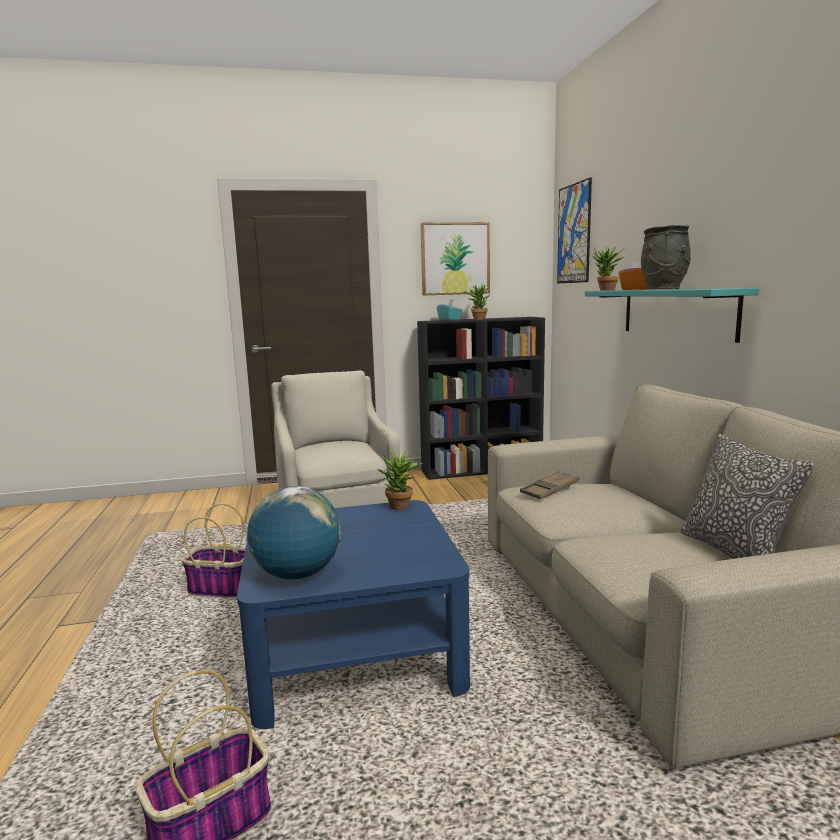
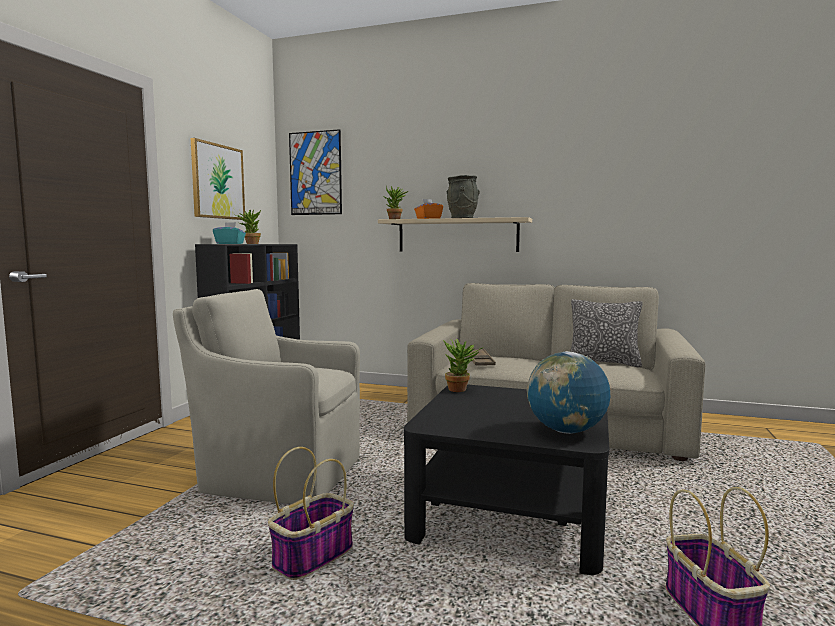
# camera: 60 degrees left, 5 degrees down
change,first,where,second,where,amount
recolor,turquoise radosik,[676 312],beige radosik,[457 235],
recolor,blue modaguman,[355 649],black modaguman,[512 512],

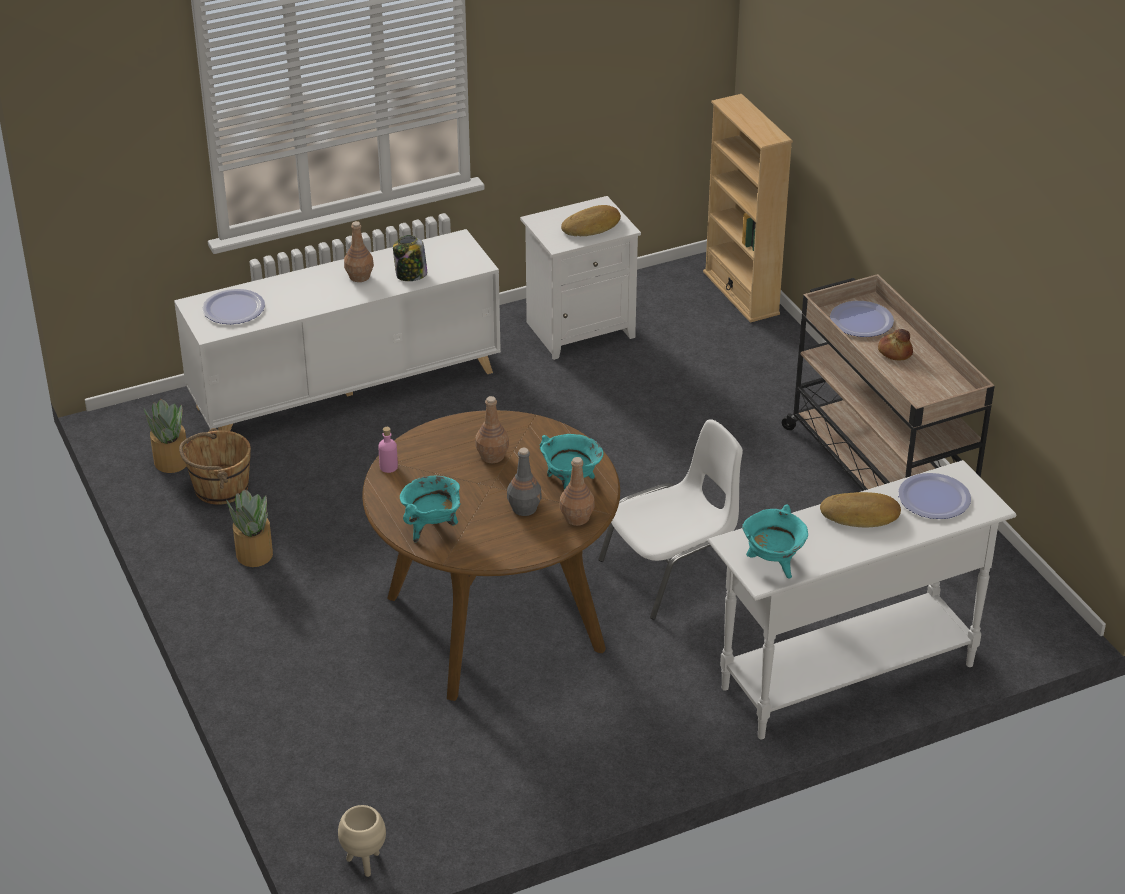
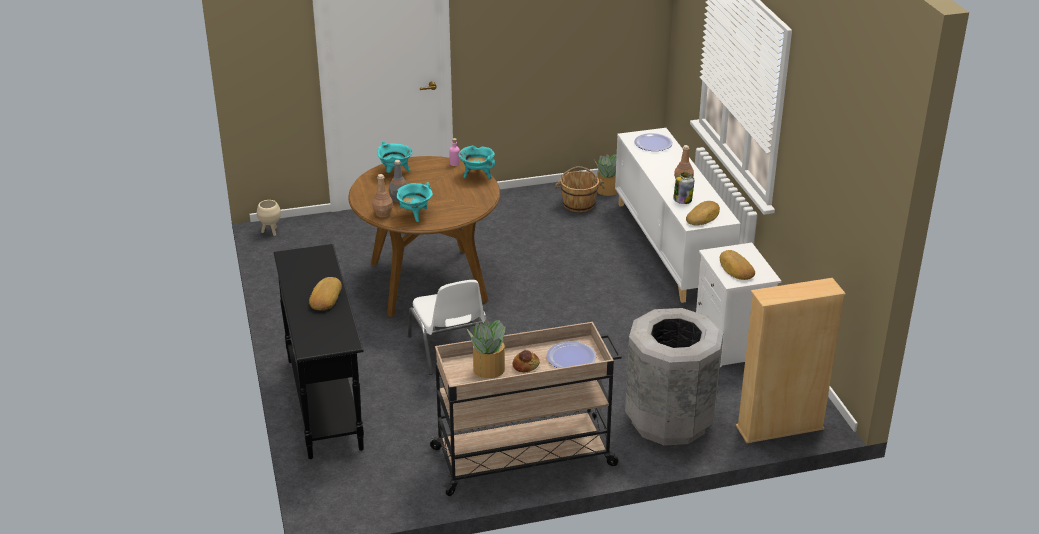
# camera: 100 degrees right, 5 degrees down
change,first,where,second,where,amount
delete,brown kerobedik,[492 456],,,
recolor,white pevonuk,[846 676],black pevonuk,[325 403],
delete,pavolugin,[934 498],,,
move,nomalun,[254 554],,[488 369],
move,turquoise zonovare,[773 564],,[477 175],
insert,,,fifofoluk,[703 217],
insert,,,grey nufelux,[669 421],

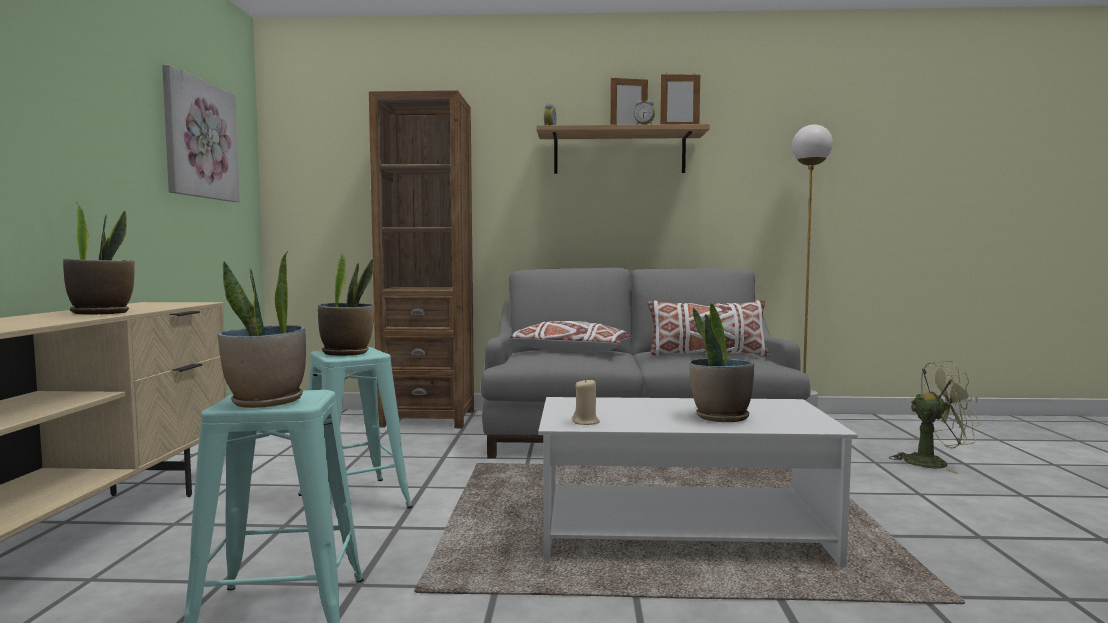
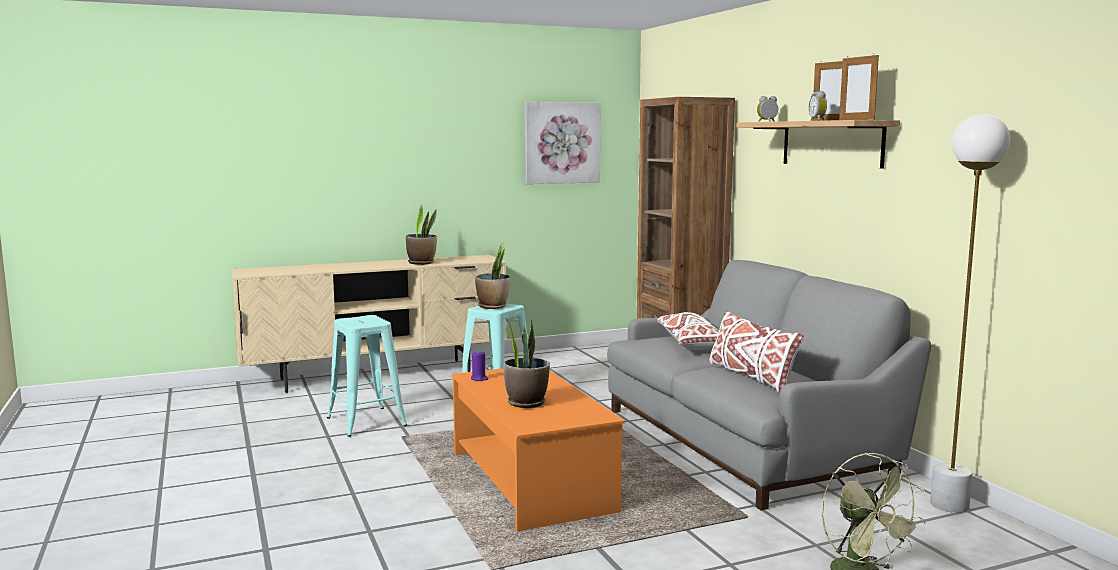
# camera: 65 degrees right, 5 degrees up
change,first,where,second,where,amount
delete,nomalun,[266 402],,,
recolor,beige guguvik,[586 422],purple guguvik,[479 379],
recolor,white modaguman,[683 534],orange modaguman,[531 482],

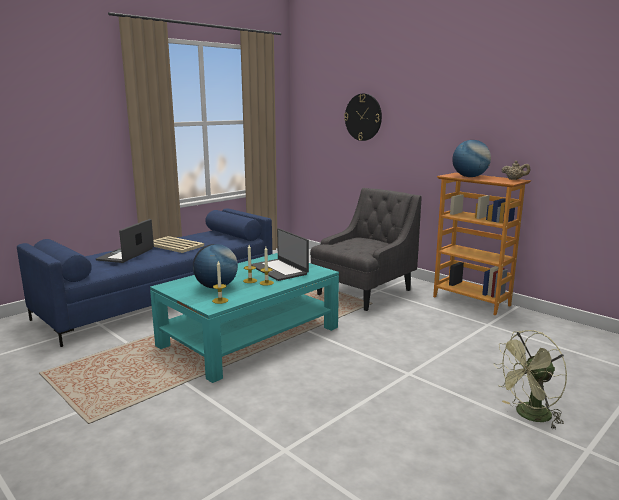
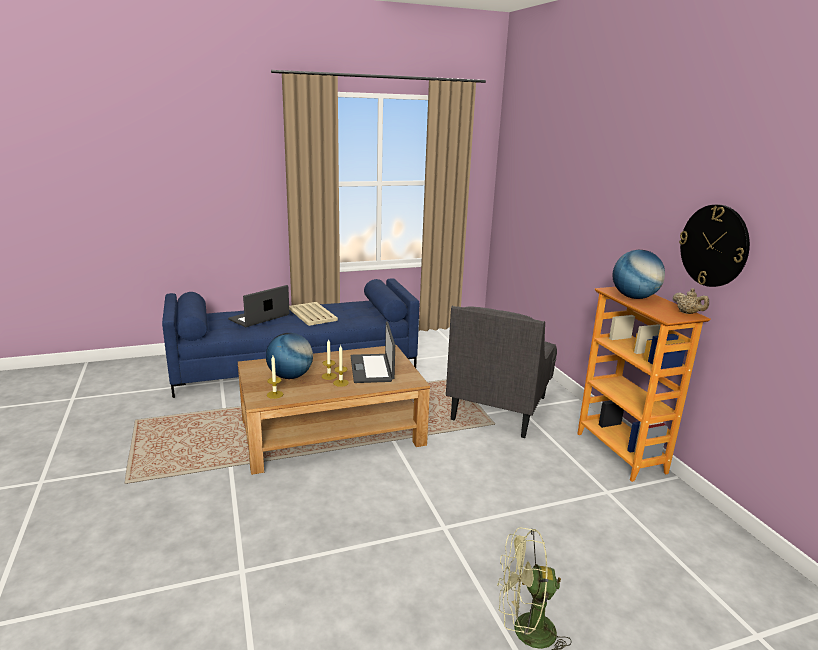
# camera: 25 degrees right, 5 degrees up
change,first,where,second,where,amount
move,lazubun,[363 117],,[714 245],
rotate,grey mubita,[363 293],,[499 407],135 degrees clockwise
recolor,turquoise modaguman,[250 336],brown modaguman,[332 431],

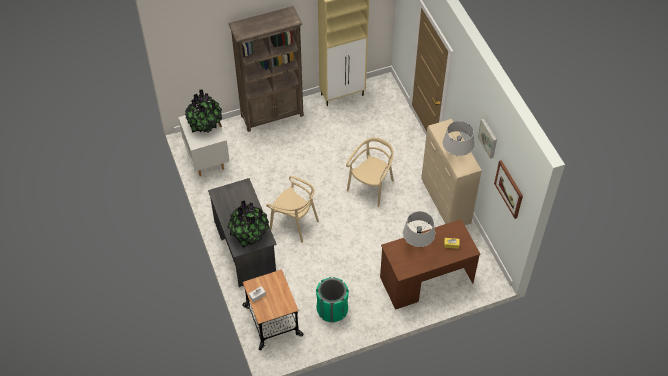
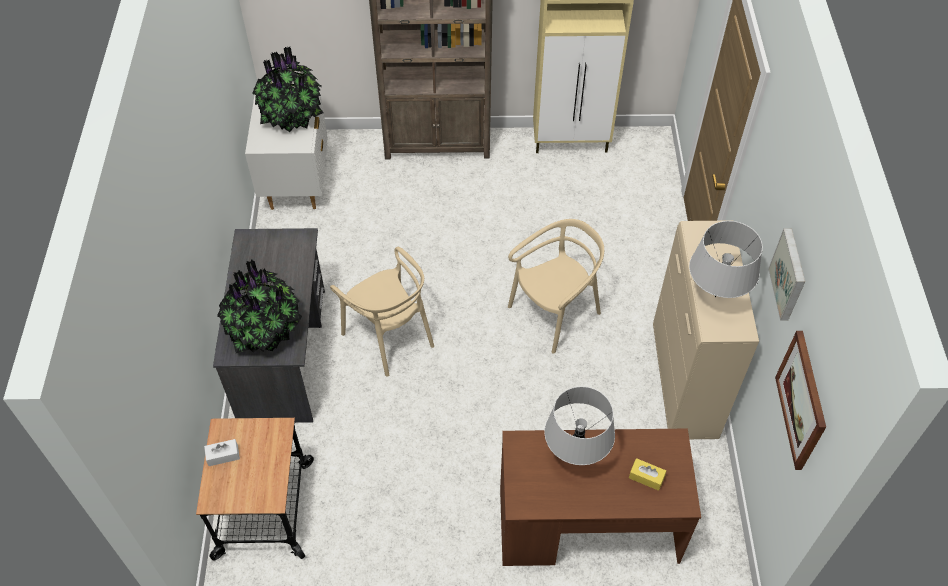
# camera: 20 degrees right, 0 degrees up
change,first,where,second,where,amount
delete,green nufelux,[332 310],,,

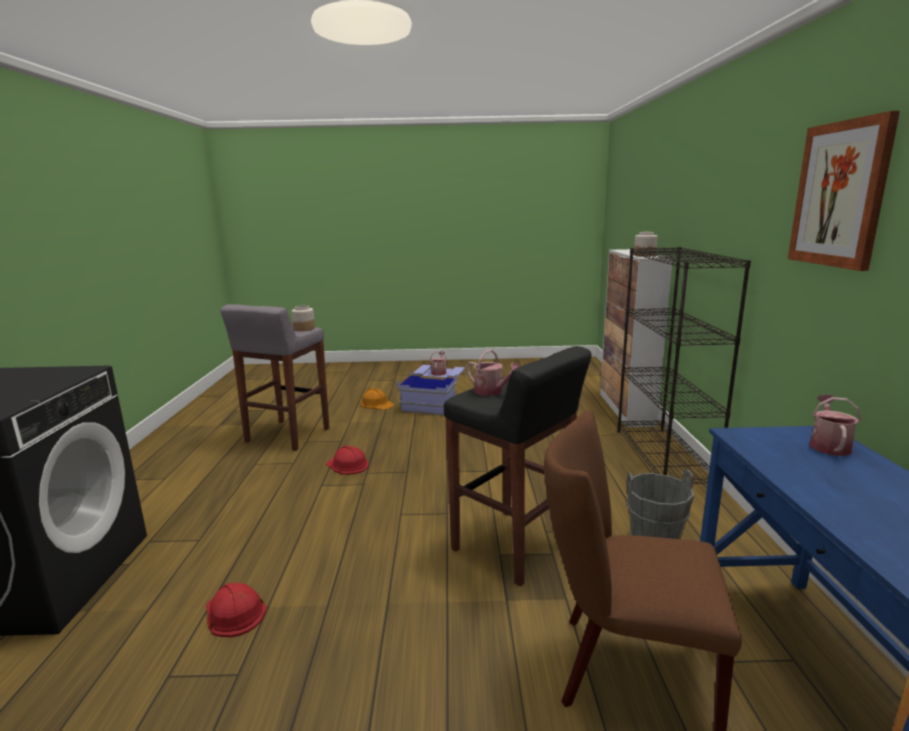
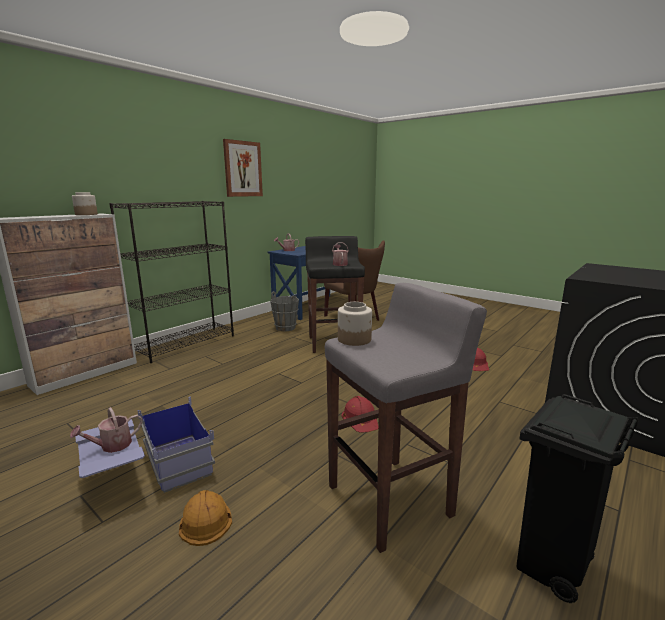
# camera: 140 degrees left, 0 degrees up
change,first,where,second,where,amount
insert,,,black nufelux,[551 568],

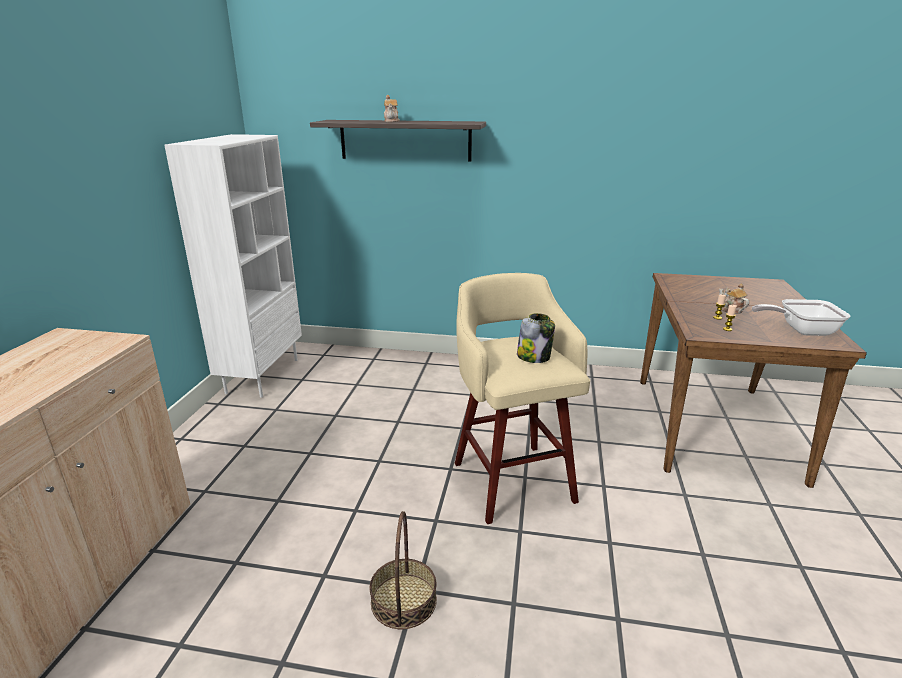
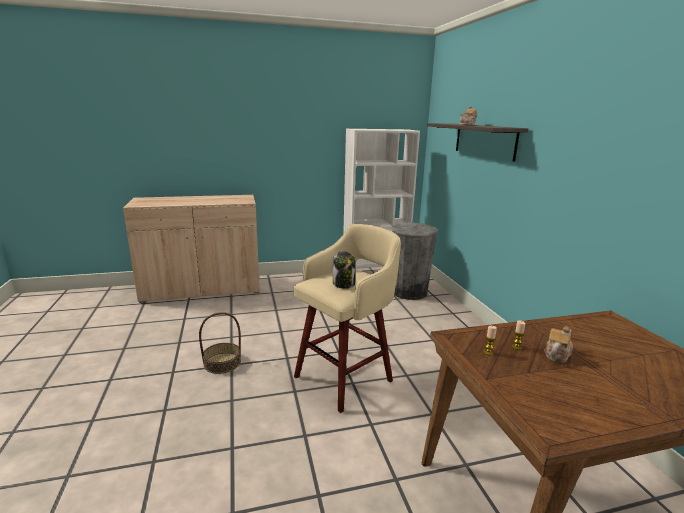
# camera: 65 degrees right, 5 degrees down
change,first,where,second,where,amount
delete,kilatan,[801 330],,,
insert,,,grey nufelux,[409 292],

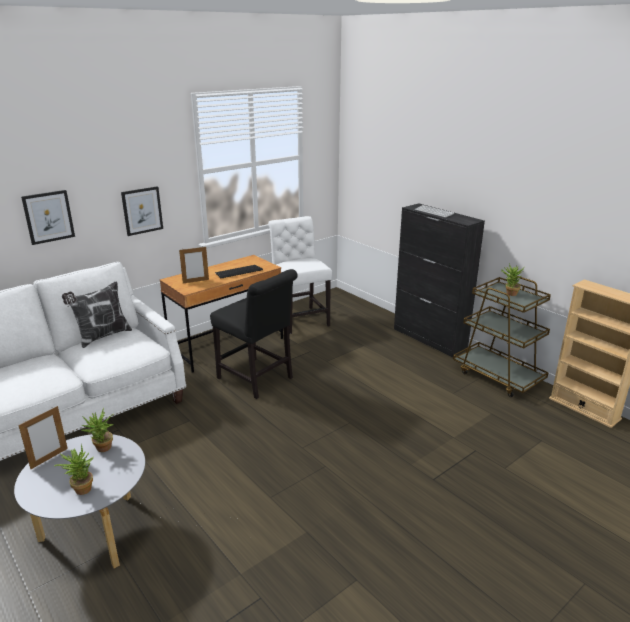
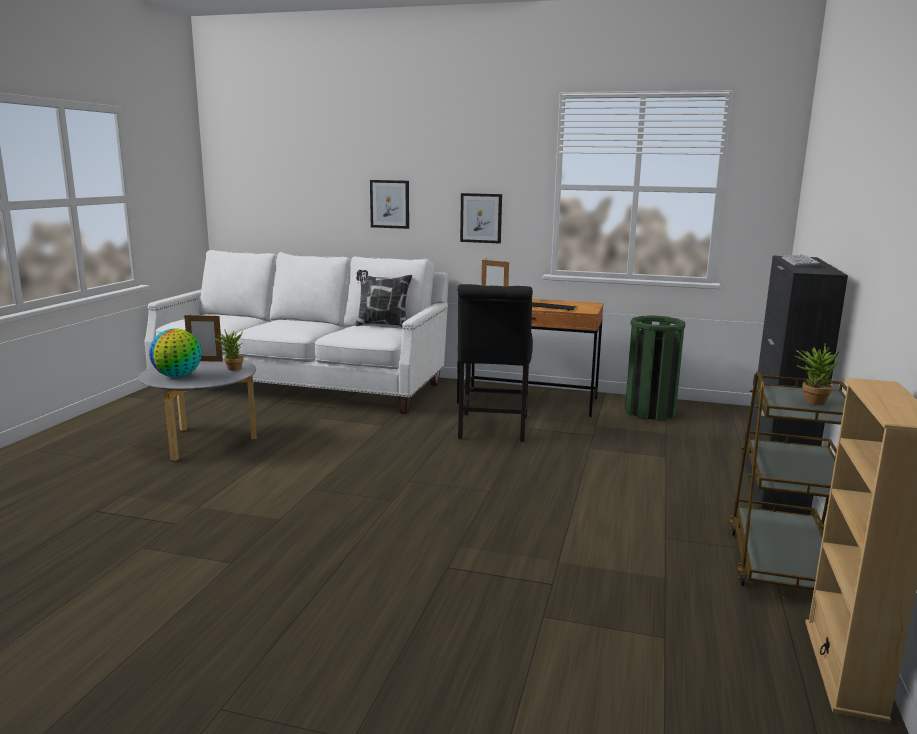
# camera: 55 degrees right, 10 degrees down
change,first,where,second,where,amount
replace,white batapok,[300 318],green nufelux,[650 412],
replace,nomalun,[81 488],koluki,[178 376],

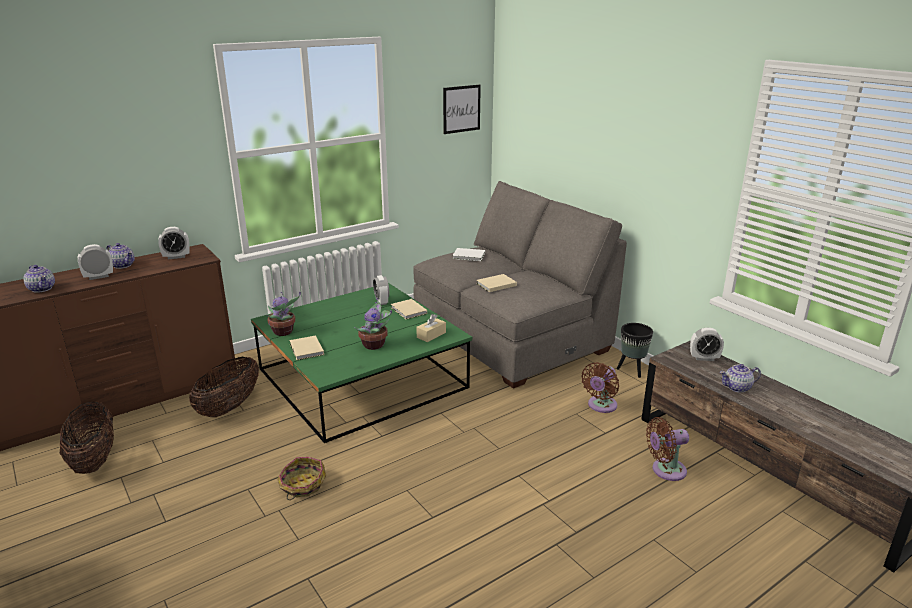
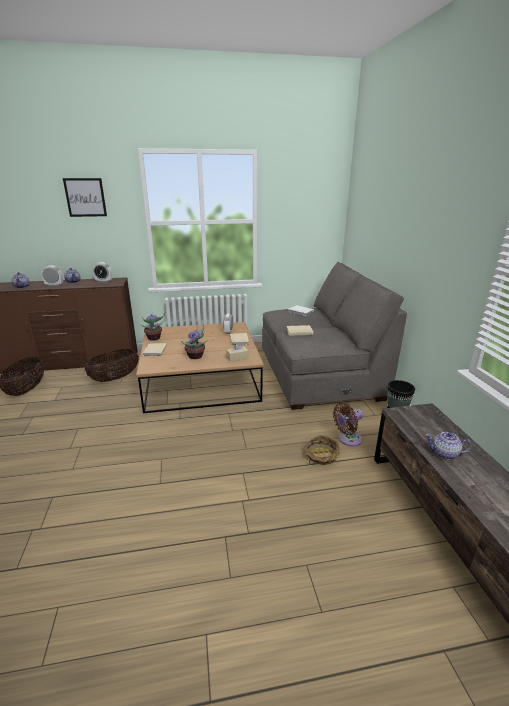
# camera: 25 degrees right, 0 degrees up
change,first,where,second,where,amount
move,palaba,[461 109],,[85 197],
recolor,green modaguman,[362 378],brown modaguman,[201 379],
delete,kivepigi,[704 358],,,
delete,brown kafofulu,[665 470],,,
move,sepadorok,[302 485],,[321 456],

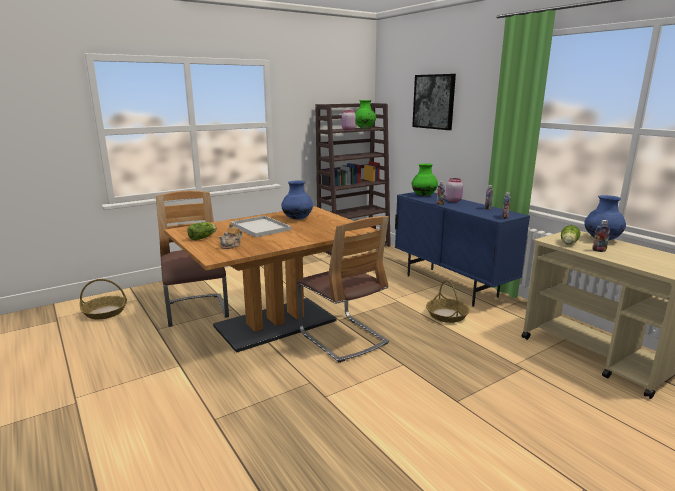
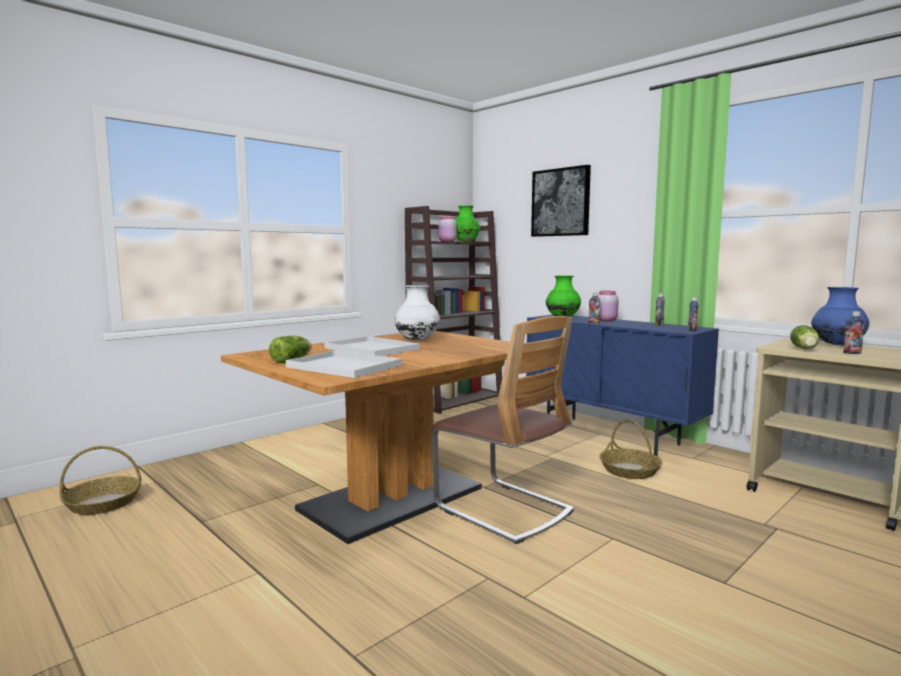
# camera: 10 degrees left, 10 degrees down
change,first,where,second,where,amount
recolor,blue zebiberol,[297 219],white zebiberol,[417 340],
delete,batapok,[196 312],,,
replace,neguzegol,[232 246],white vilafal,[346 366],

